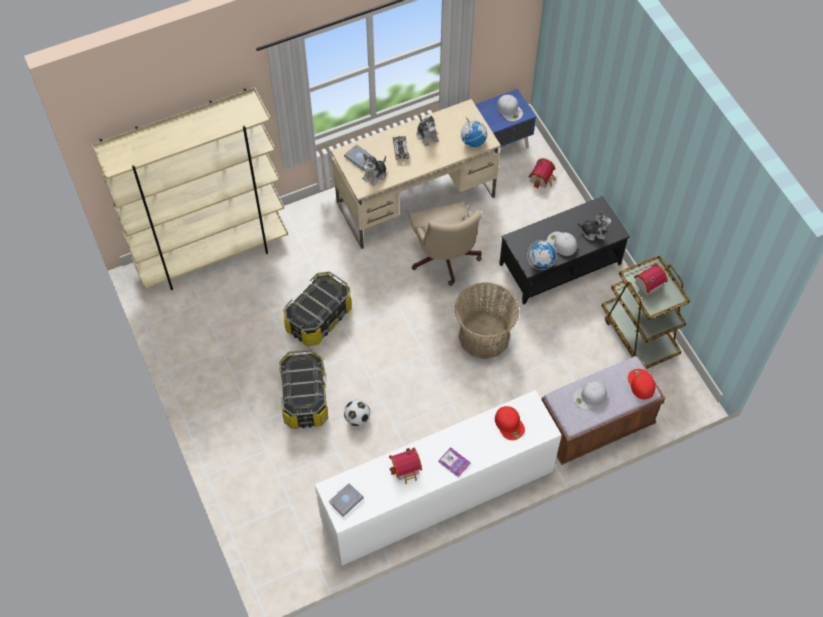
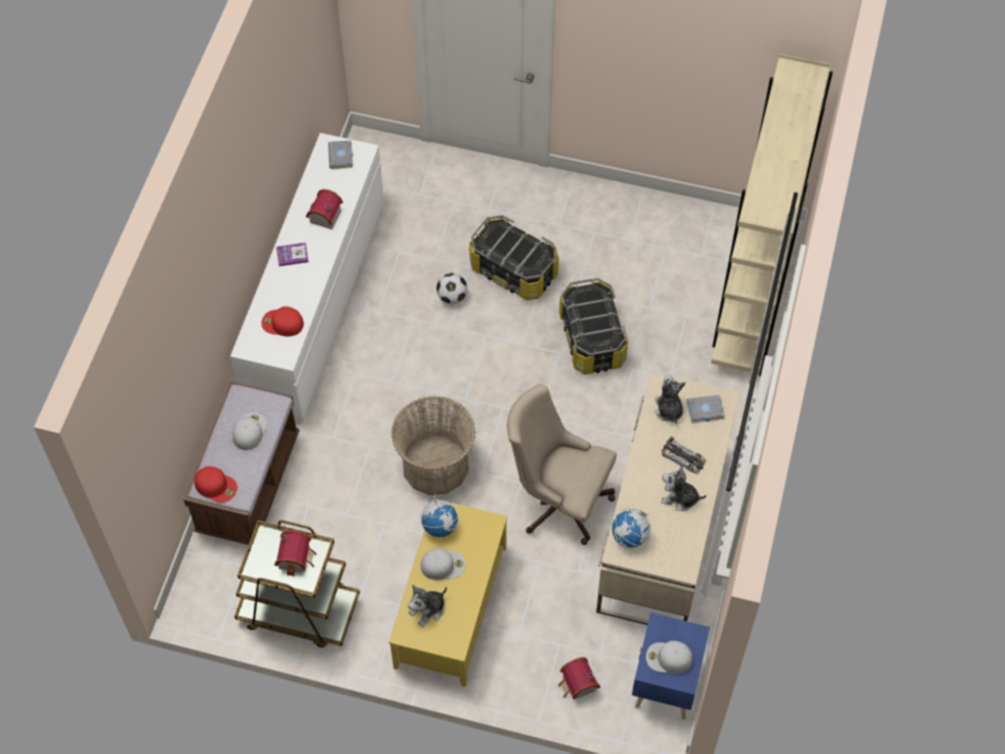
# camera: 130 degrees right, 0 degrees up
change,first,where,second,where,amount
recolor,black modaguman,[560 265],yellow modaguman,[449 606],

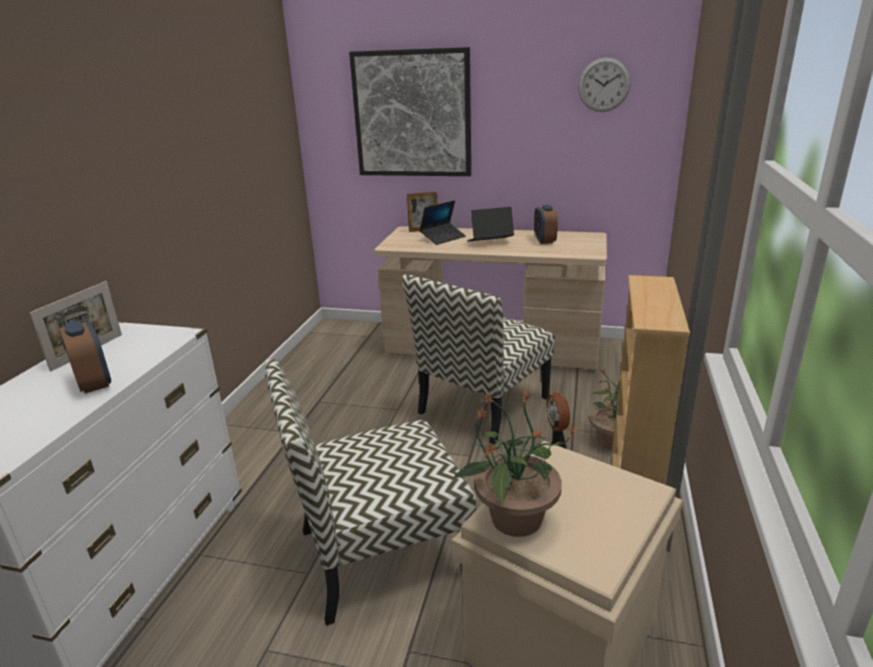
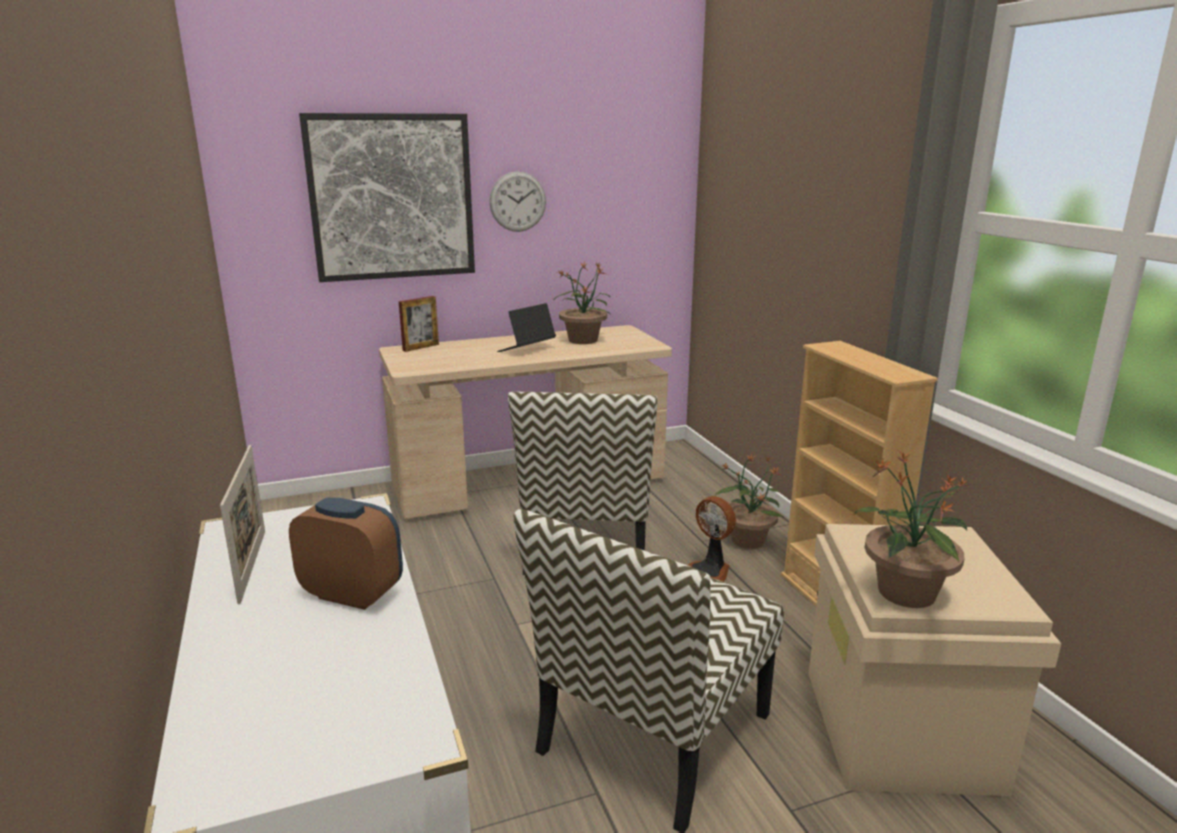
# camera: 35 degrees left, 5 degrees down
change,first,where,second,where,amount
move,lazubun,[604 85],,[517 201],
delete,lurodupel,[443 238],,,
replace,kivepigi,[544 240],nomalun,[583 340],

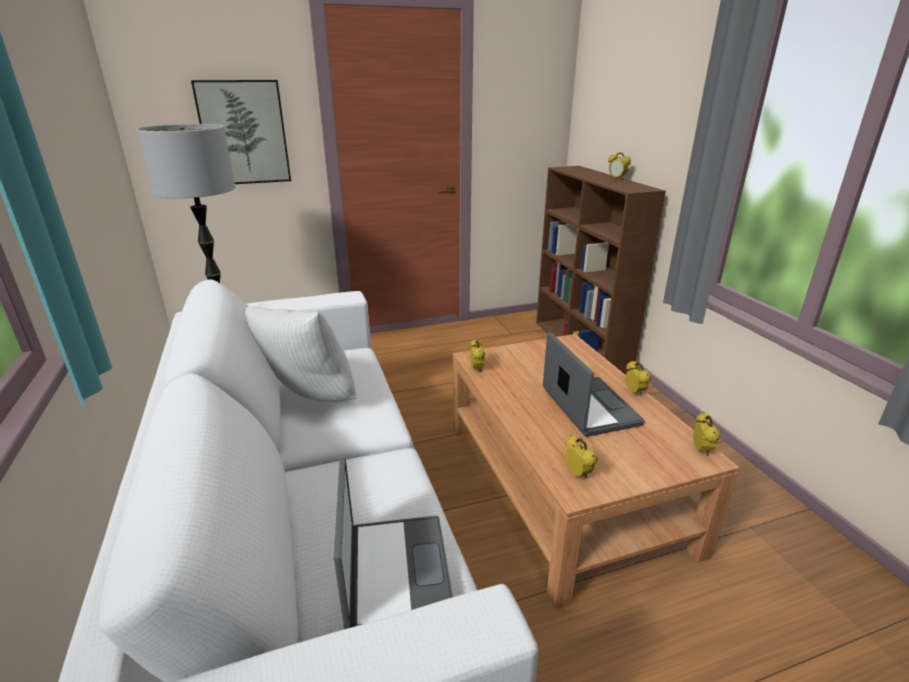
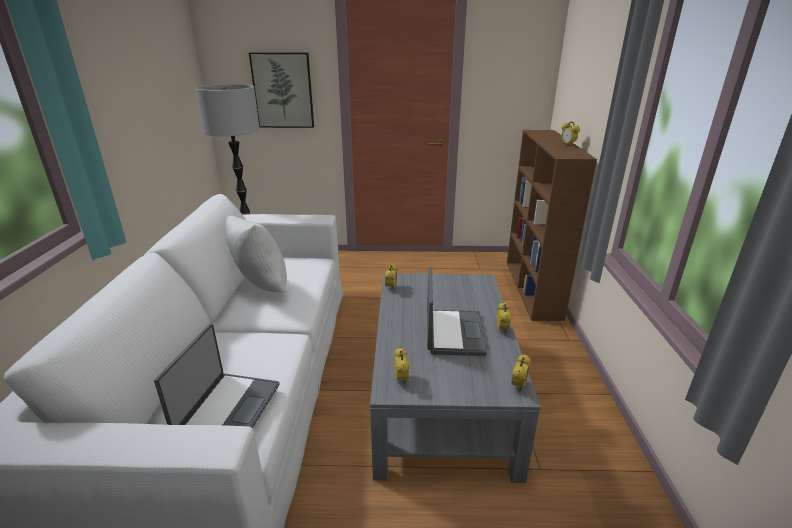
# camera: 20 degrees right, 0 degrees up
change,first,where,second,where,amount
recolor,brown modaguman,[561 482],grey modaguman,[440 392],

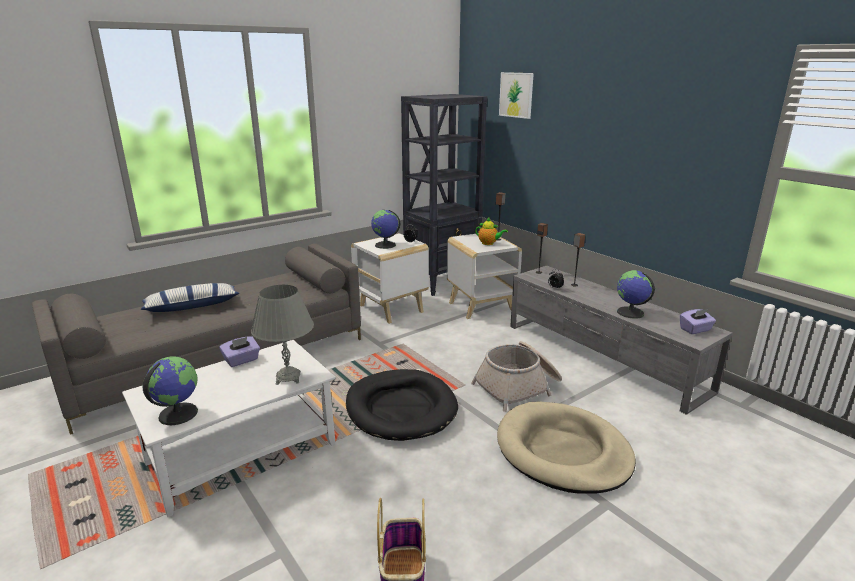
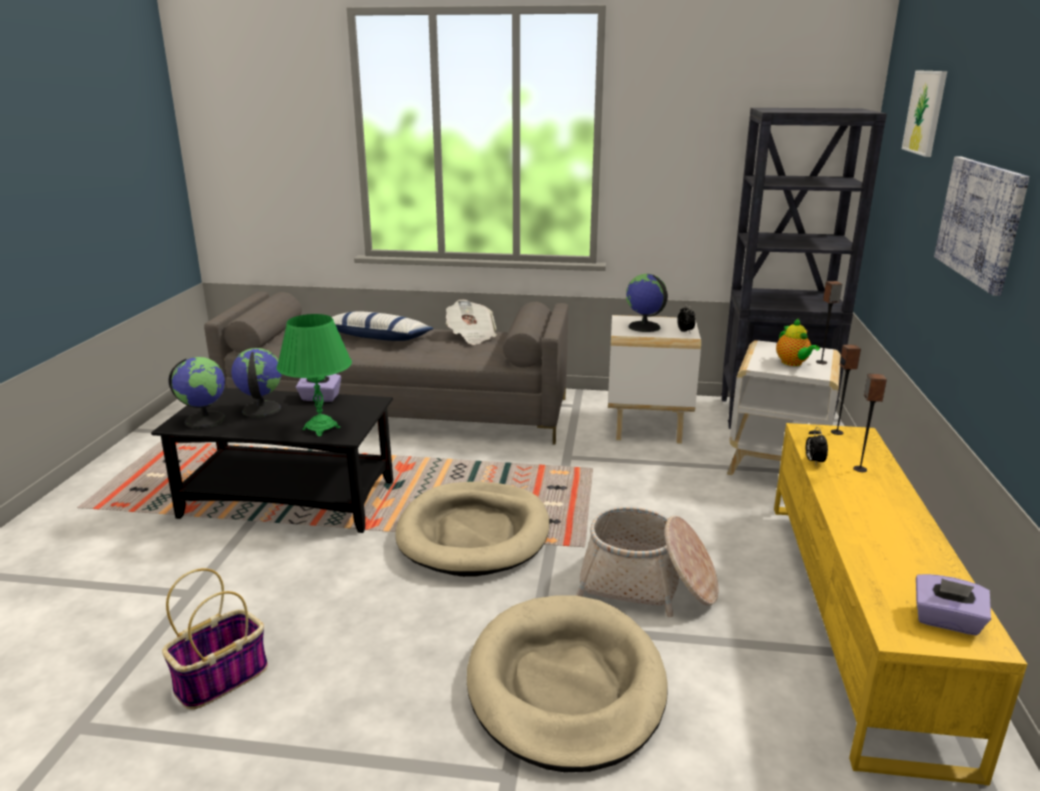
# camera: 45 degrees right, 0 degrees up
change,first,where,second,where,amount
recolor,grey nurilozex,[603 357],yellow nurilozex,[855 615],
move,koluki,[630 313],,[261 409],
recolor,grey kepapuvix,[288 378],green kepapuvix,[321 428],
recolor,white modaguman,[243 452],black modaguman,[290 499],
recolor,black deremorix,[401 408],beige deremorix,[474 533],
insert,,,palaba,[980 221],
insert,,,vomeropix,[471 336],

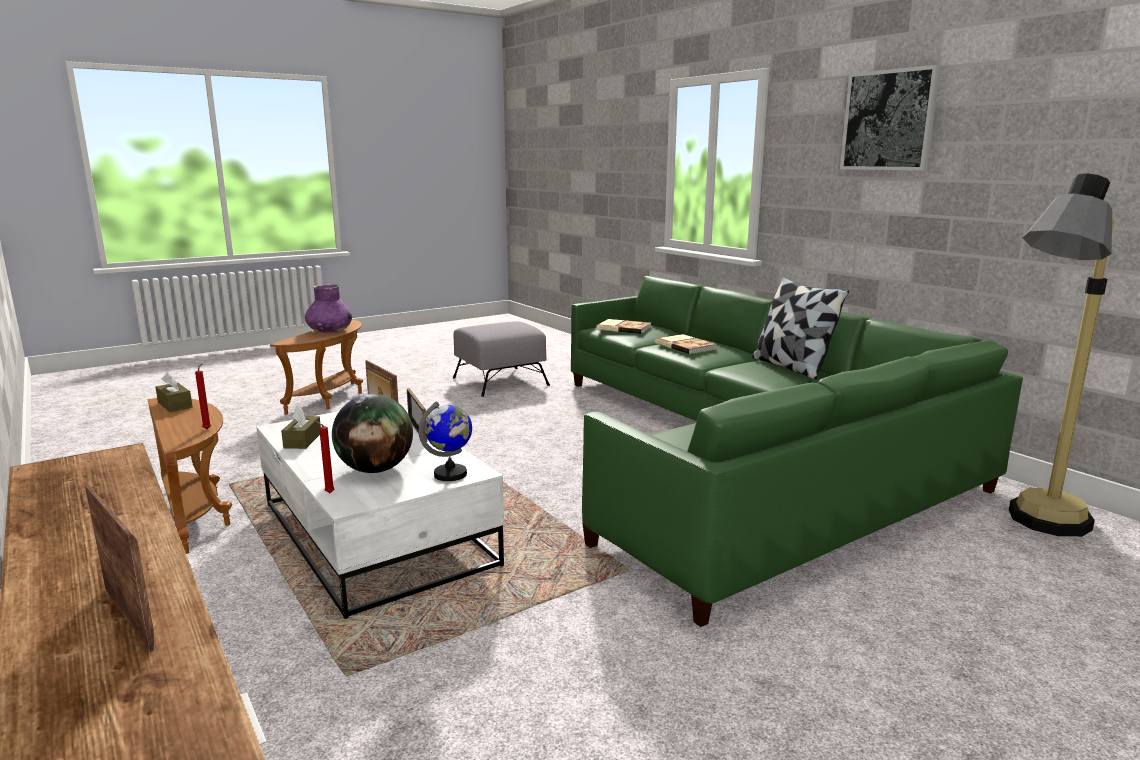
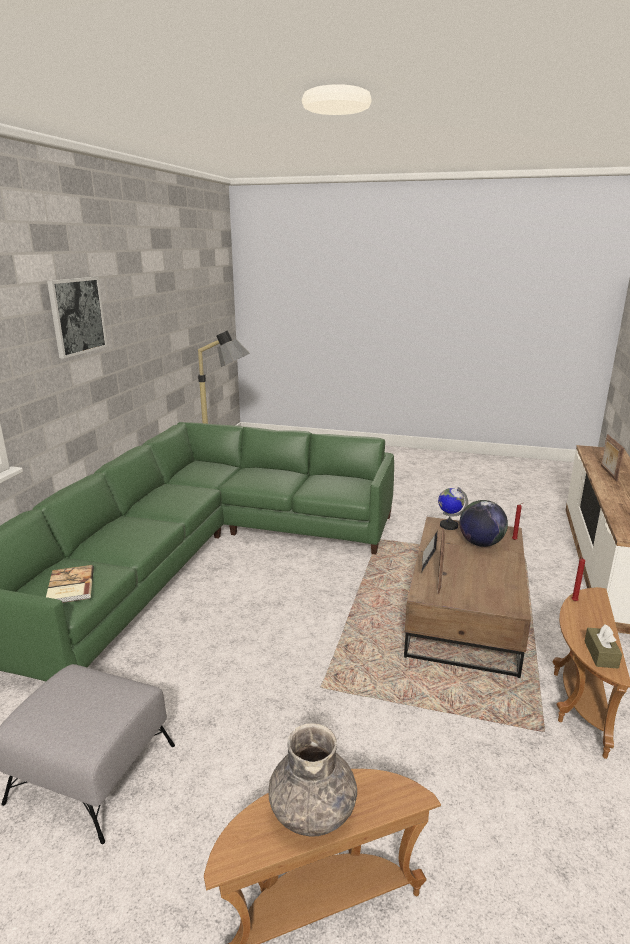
# camera: 130 degrees left, 5 degrees up
change,first,where,second,where,amount
delete,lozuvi,[791 367],,,
recolor,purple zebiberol,[329 331],grey zebiberol,[313 809],
delete,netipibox,[686 346],,,
delete,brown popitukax,[302 440],,,
recolor,white modaguman,[378 534],brown modaguman,[464 612],

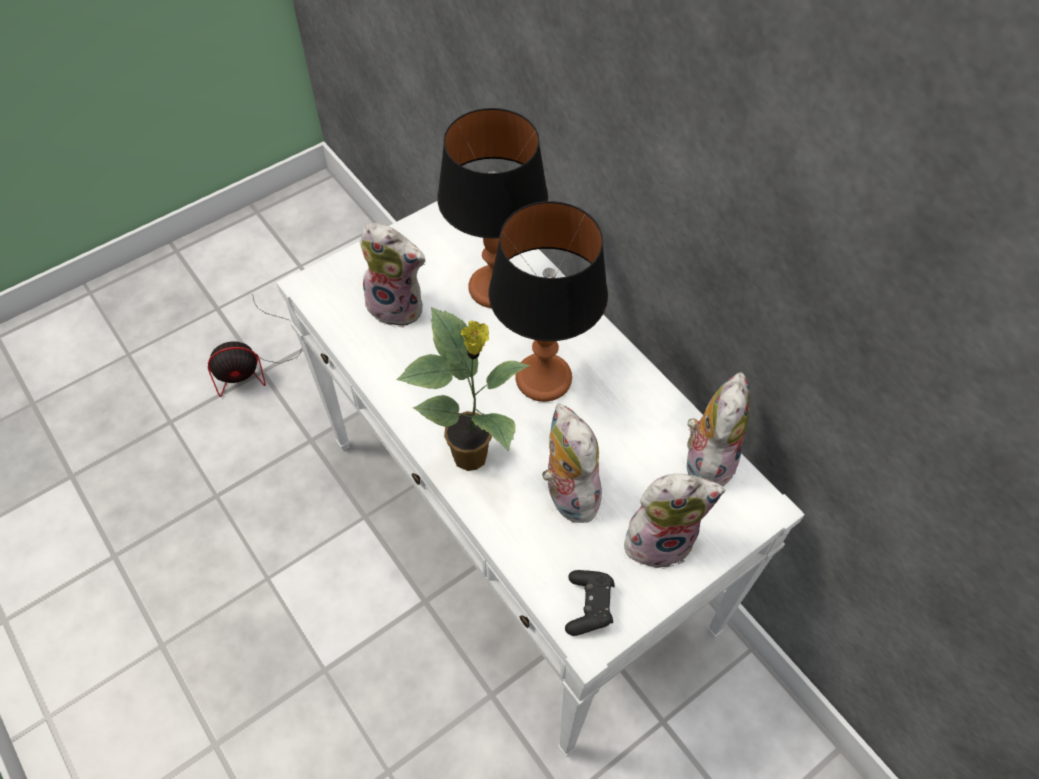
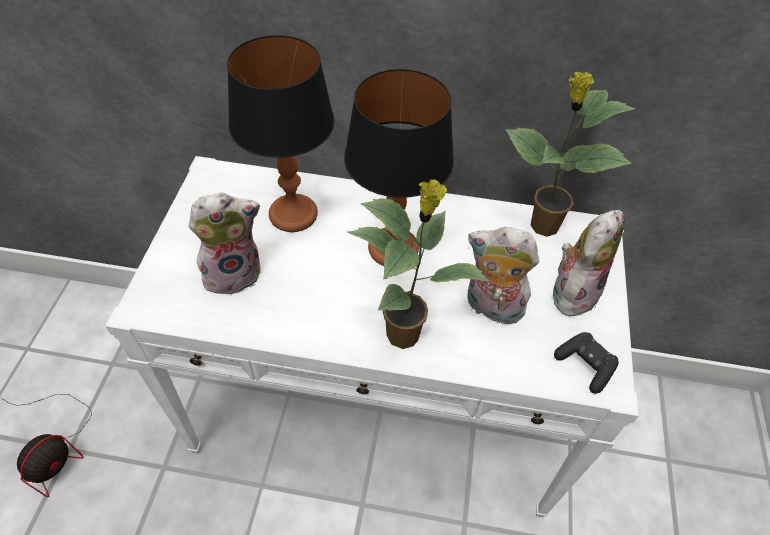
# camera: 45 degrees left, 5 degrees down
change,first,where,second,where,amount
replace,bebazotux,[706 460],nomalun,[542 226],

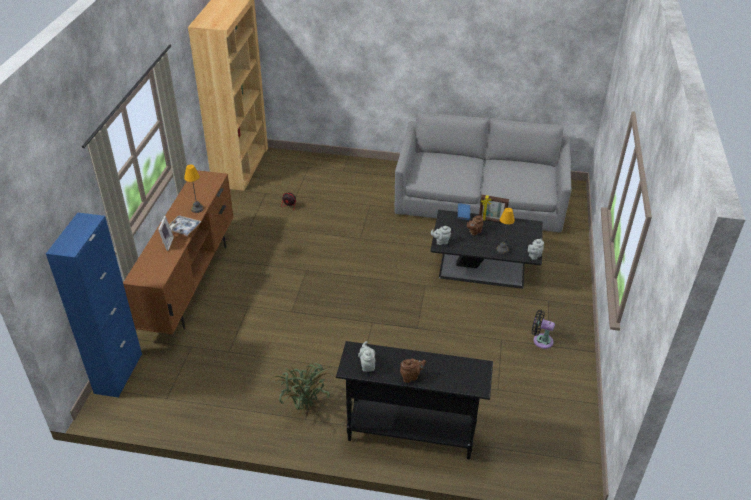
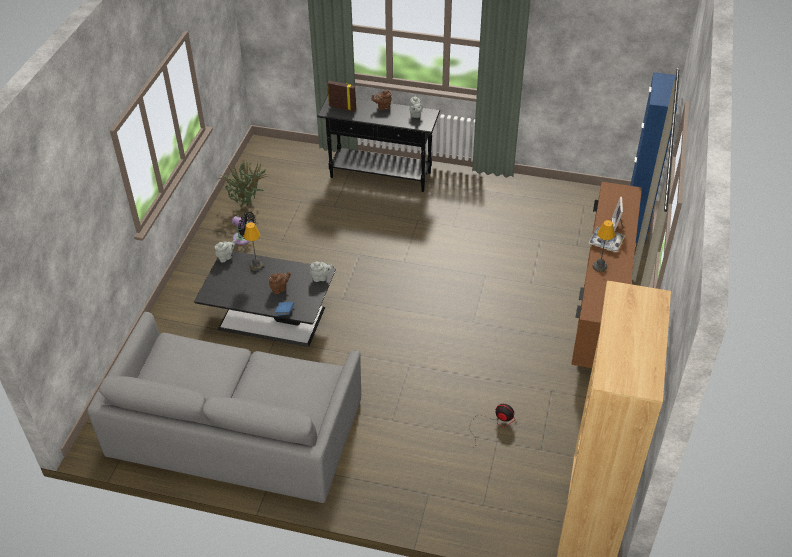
# camera: 175 degrees left, 5 degrees up
change,first,where,second,where,amount
move,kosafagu,[492 220],,[342 107],
move,nomalun,[304 407],,[248 205],

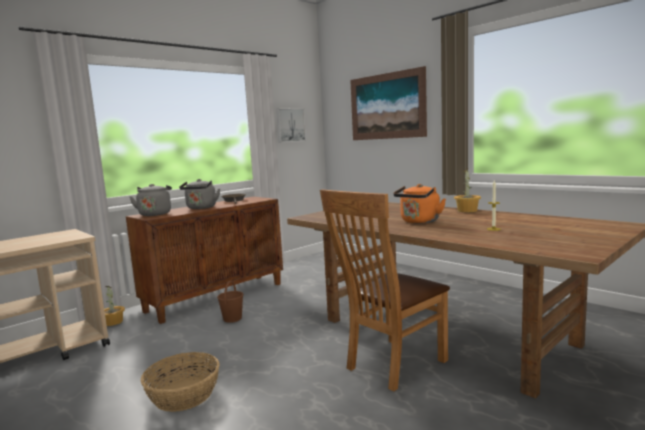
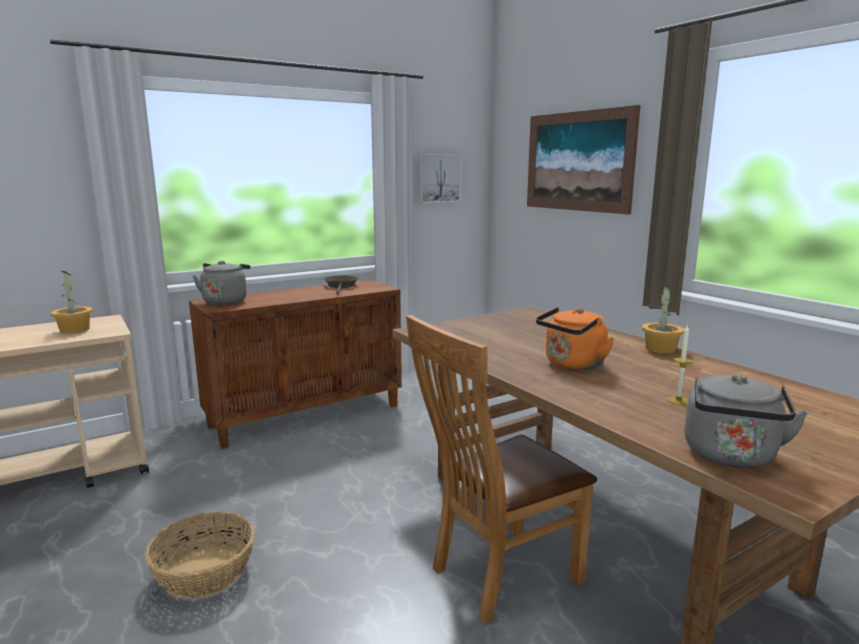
# camera: 10 degrees right, 5 degrees up
change,first,where,second,where,amount
move,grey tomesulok,[201 208],,[731 457],
delete,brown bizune,[232 318],,,
move,nomalun,[113 322],,[74 330],

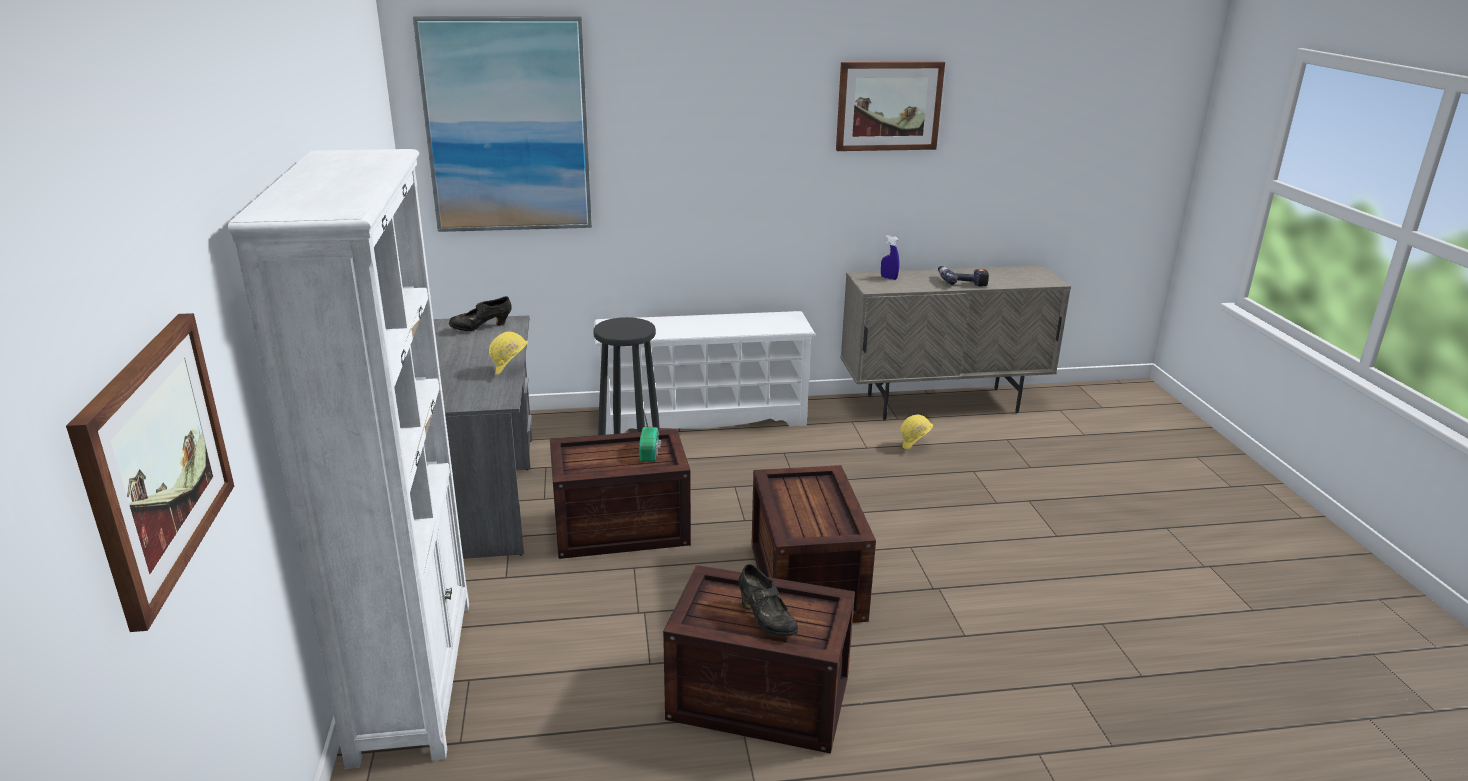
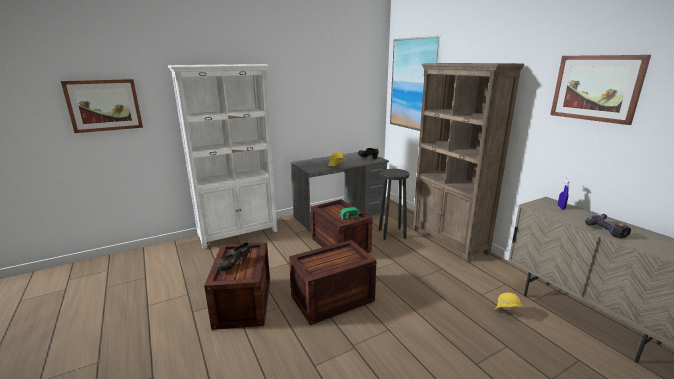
# camera: 70 degrees right, 5 degrees down
change,first,where,second,where,amount
replace,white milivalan,[704 417],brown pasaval,[448 241],

